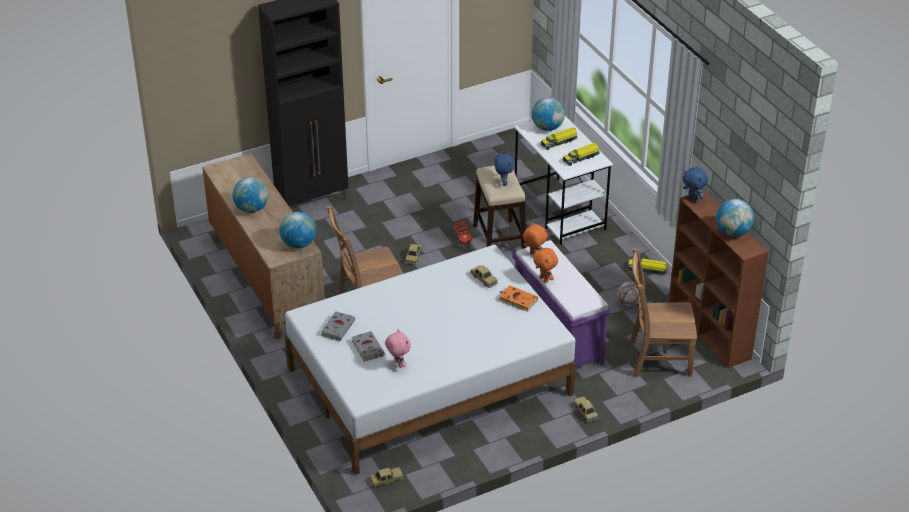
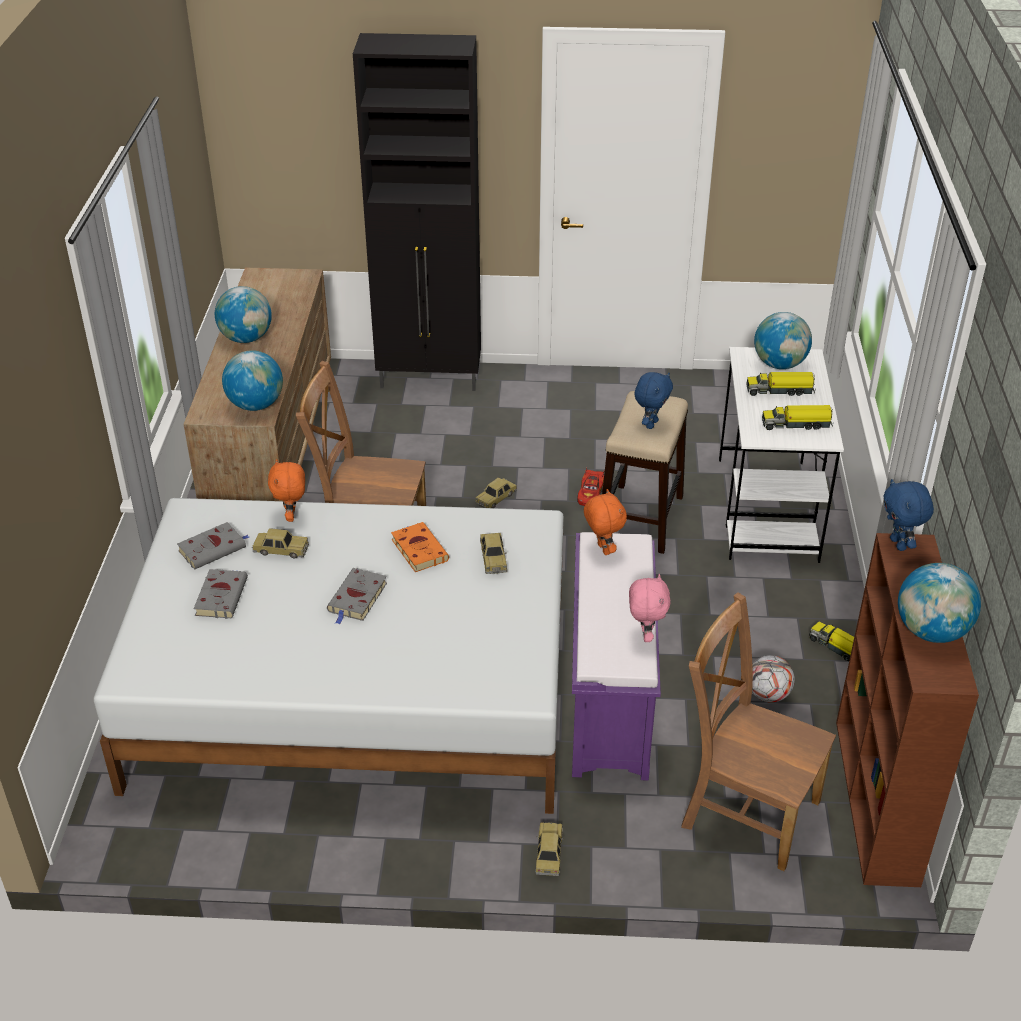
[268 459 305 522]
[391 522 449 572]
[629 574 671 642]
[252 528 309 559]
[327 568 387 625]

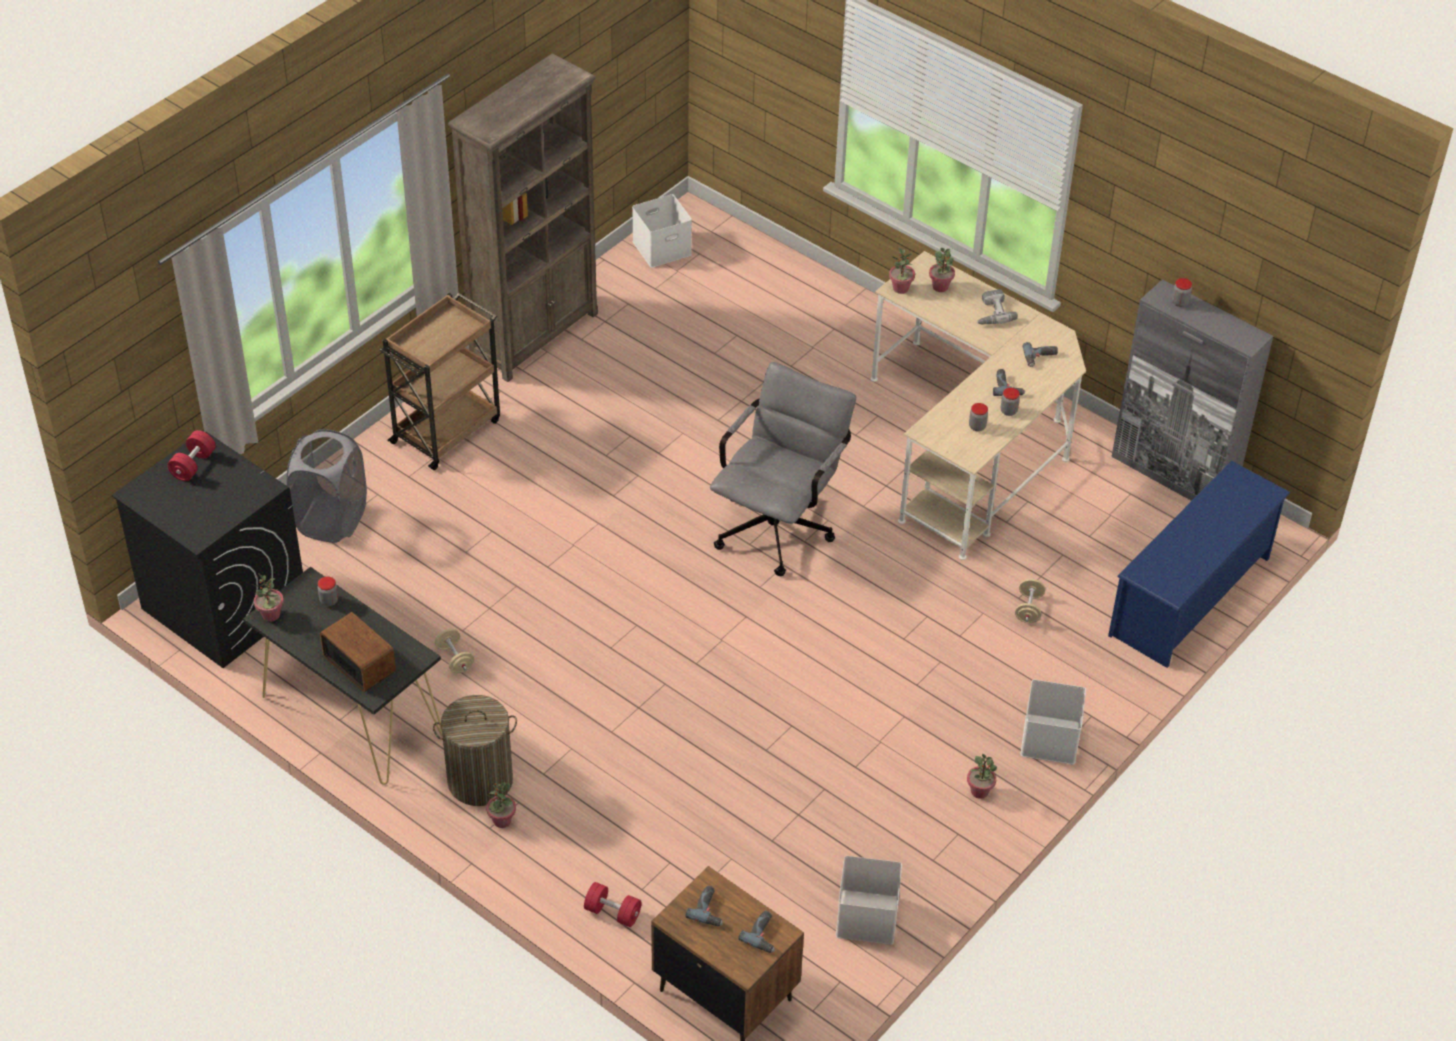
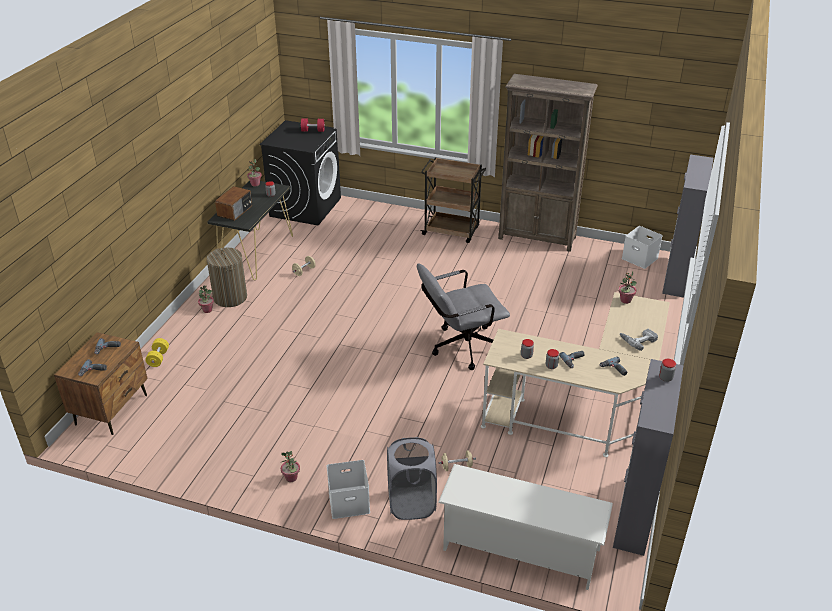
[929 248 955 292] (first image)
[417 263 510 370]
[387 437 437 520]
[438 464 613 590]
[836 856 902 945] (first image)
[145 338 169 367]
[662 154 713 298]

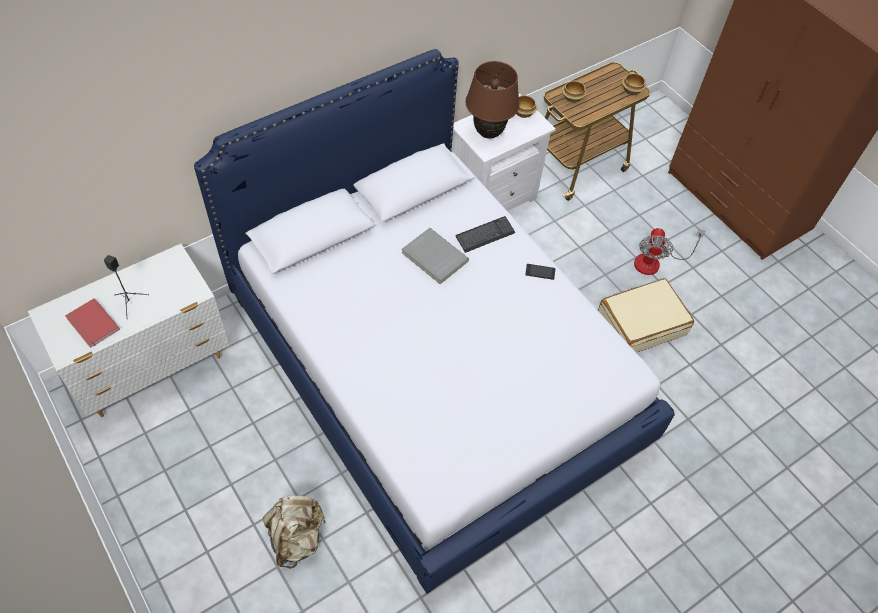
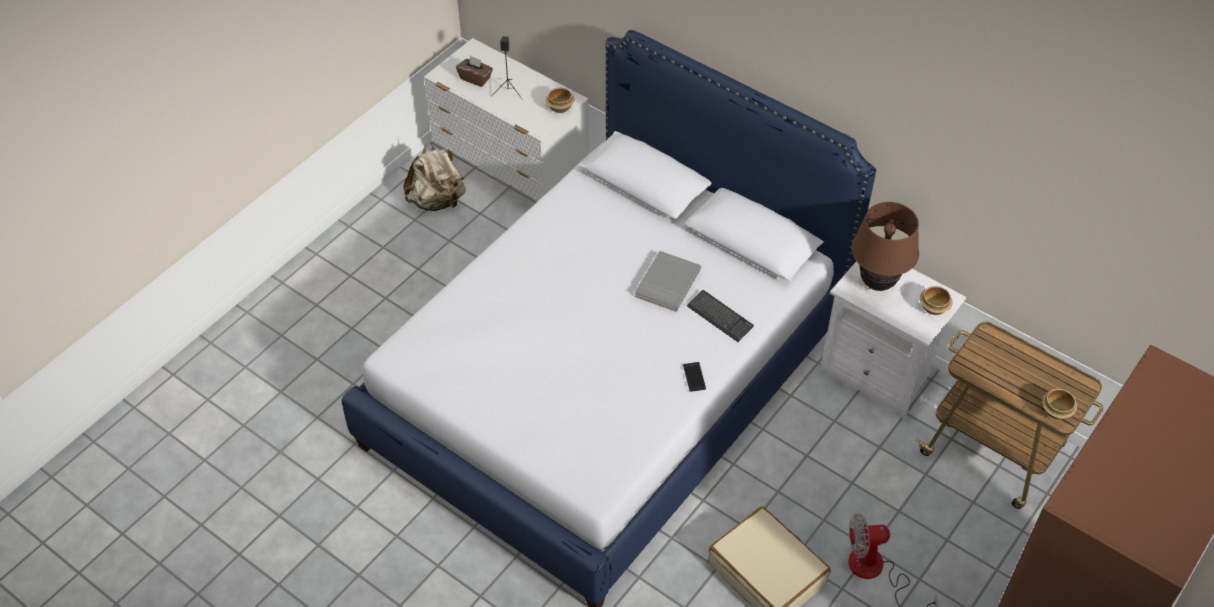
[546 87 575 113]
[456 56 493 87]
[403 142 466 211]

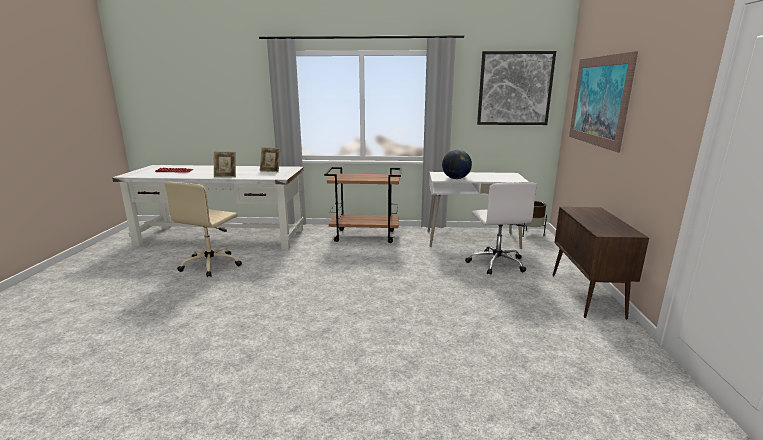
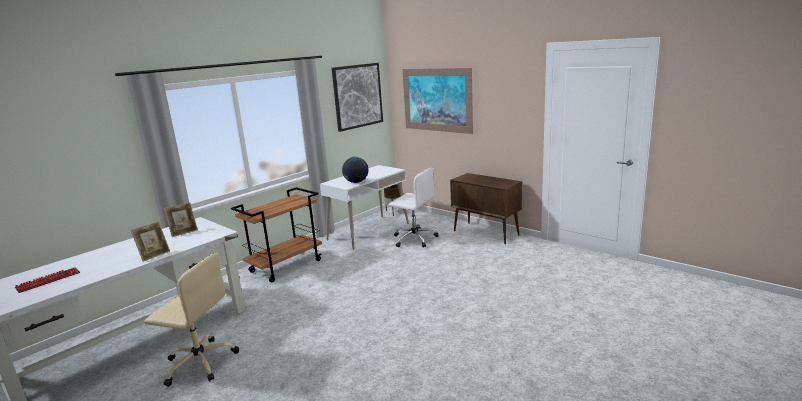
[144 253 239 387]

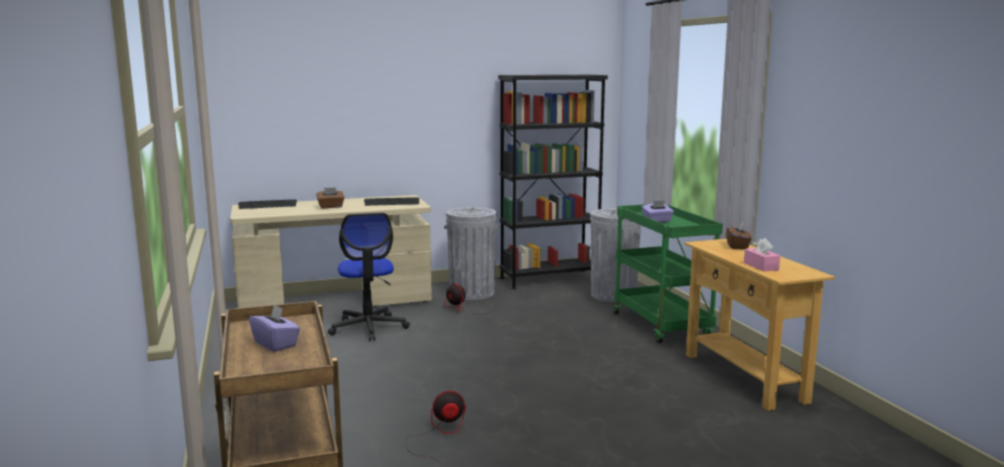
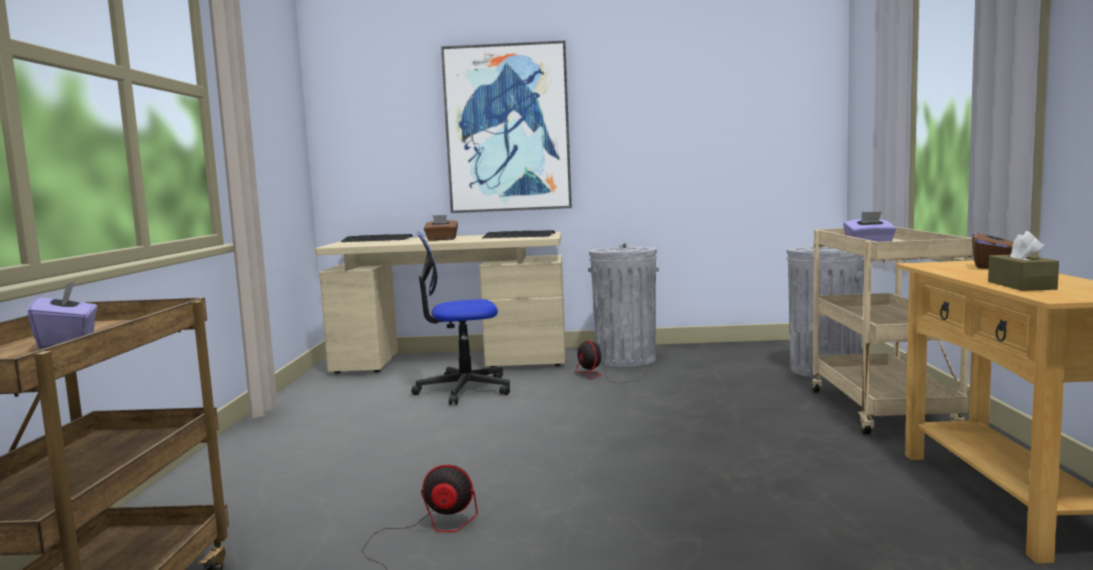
[498 75 608 289] (first image)
[812 227 973 435]
[411 231 510 405]
[988 231 1059 291]
[441 41 572 213]

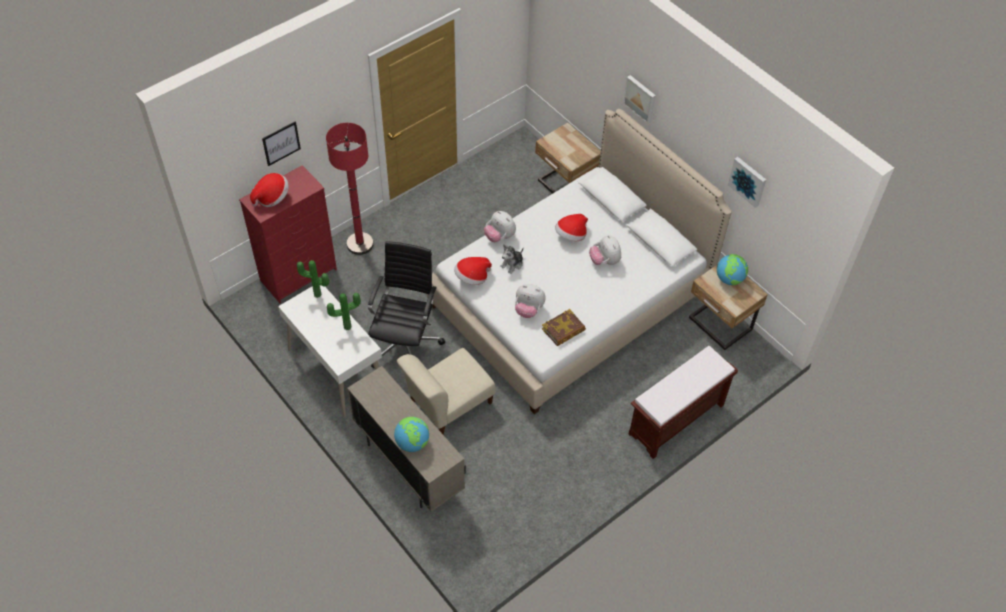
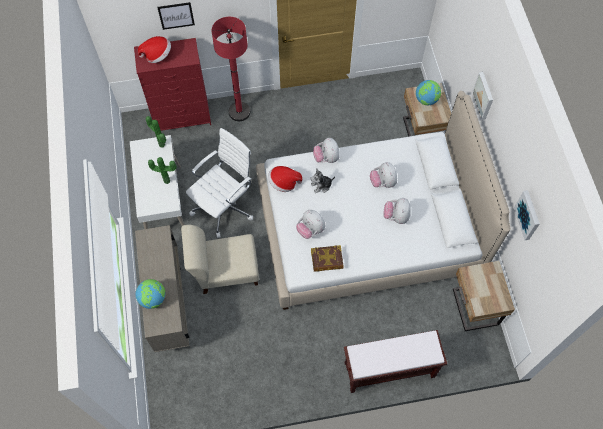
[370 162 397 188]
[186 128 253 238]
[416 80 441 105]

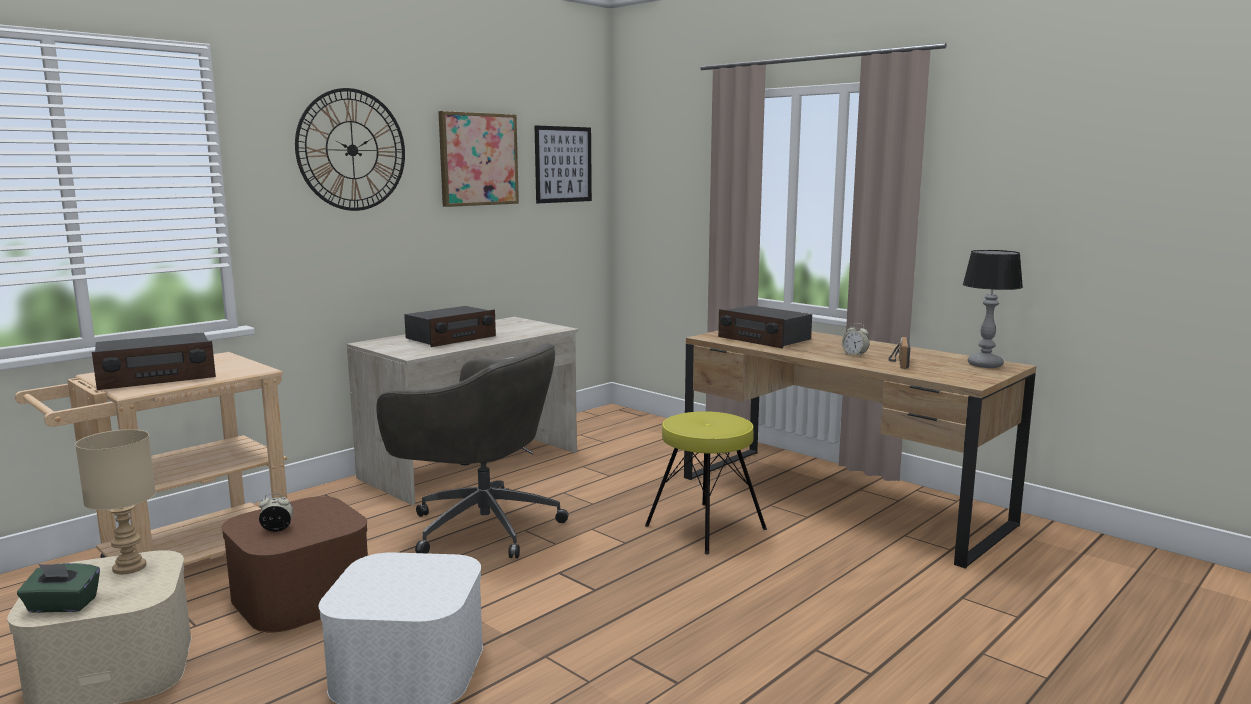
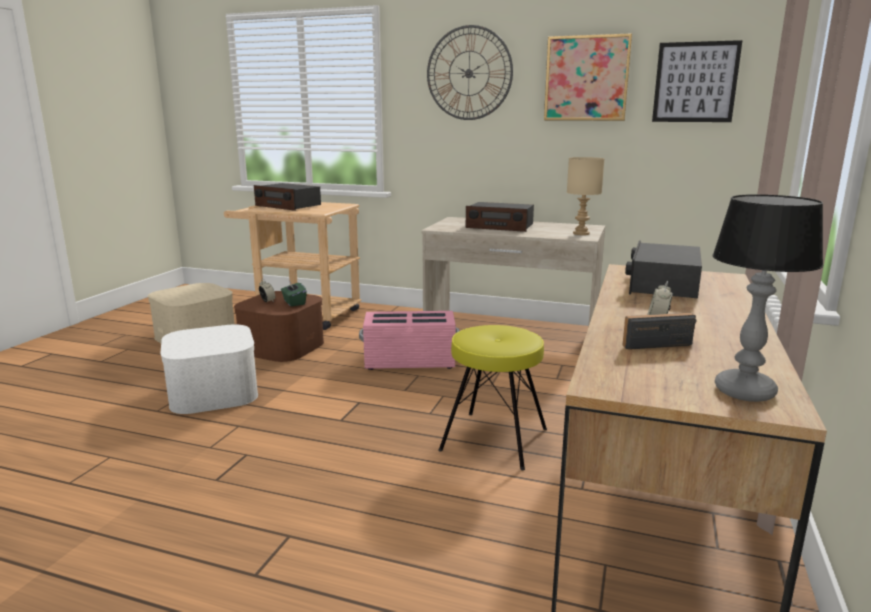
[359 311 460 370]
[567 157 604 235]
[281 280 307 306]

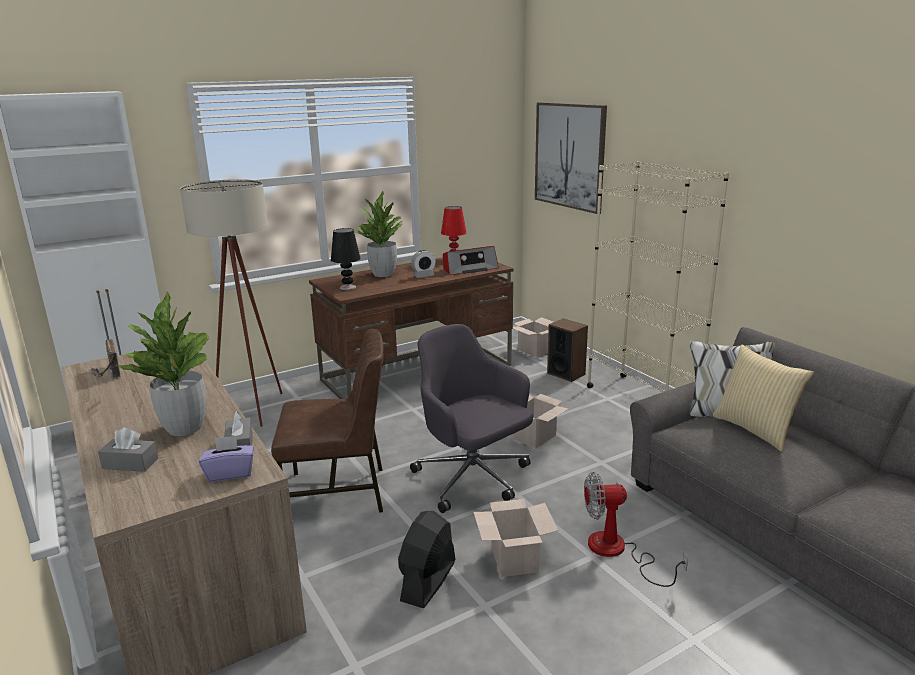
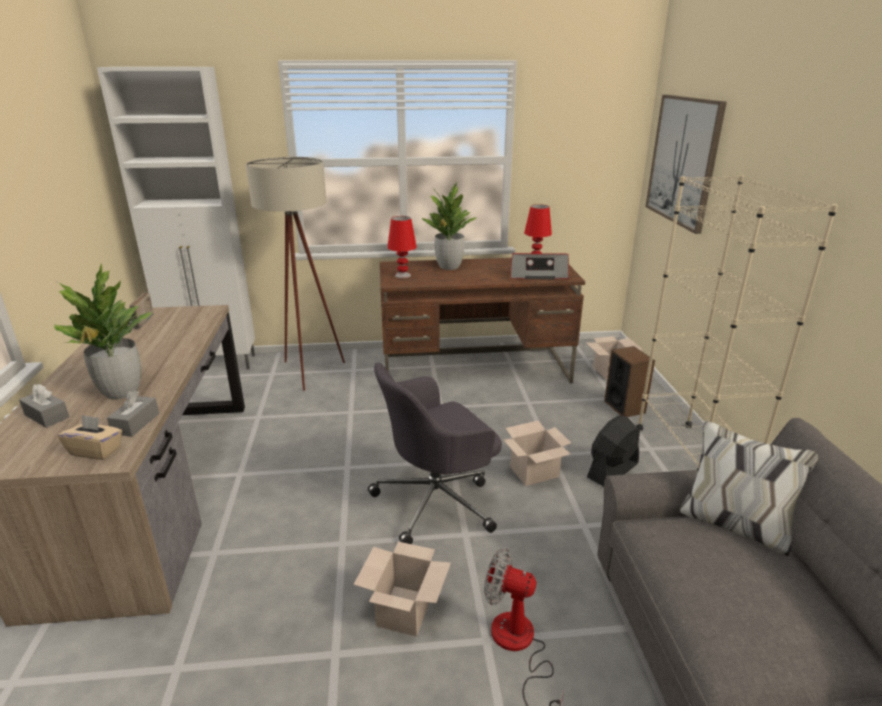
[387 216 417 278]
[411 250 436 278] (first image)
[368 363 502 544]
[271 328 383 513] (first image)
[713 345 814 452] (first image)
[58 415 122 460]
[587 416 640 487]

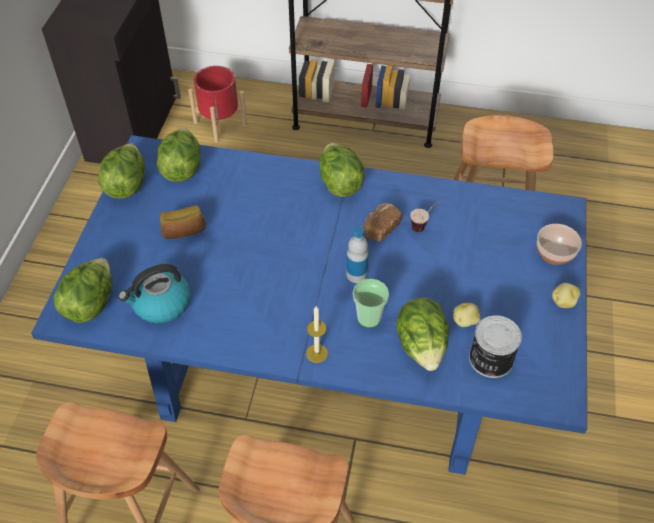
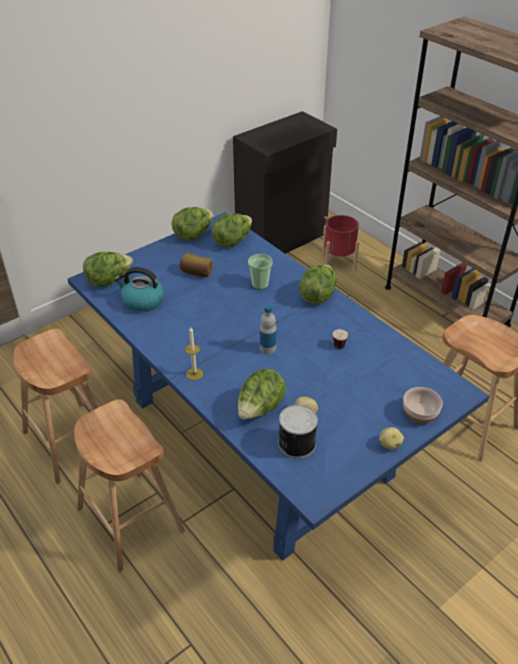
[363 203 402 242] (first image)
[248 254 273 290]

